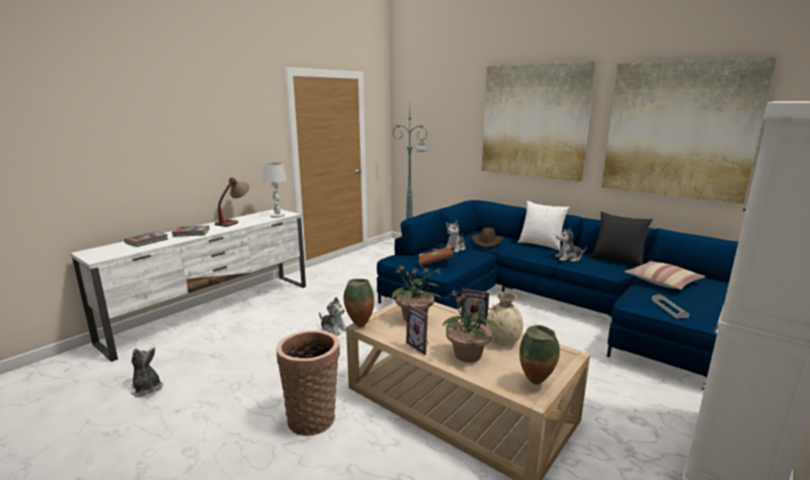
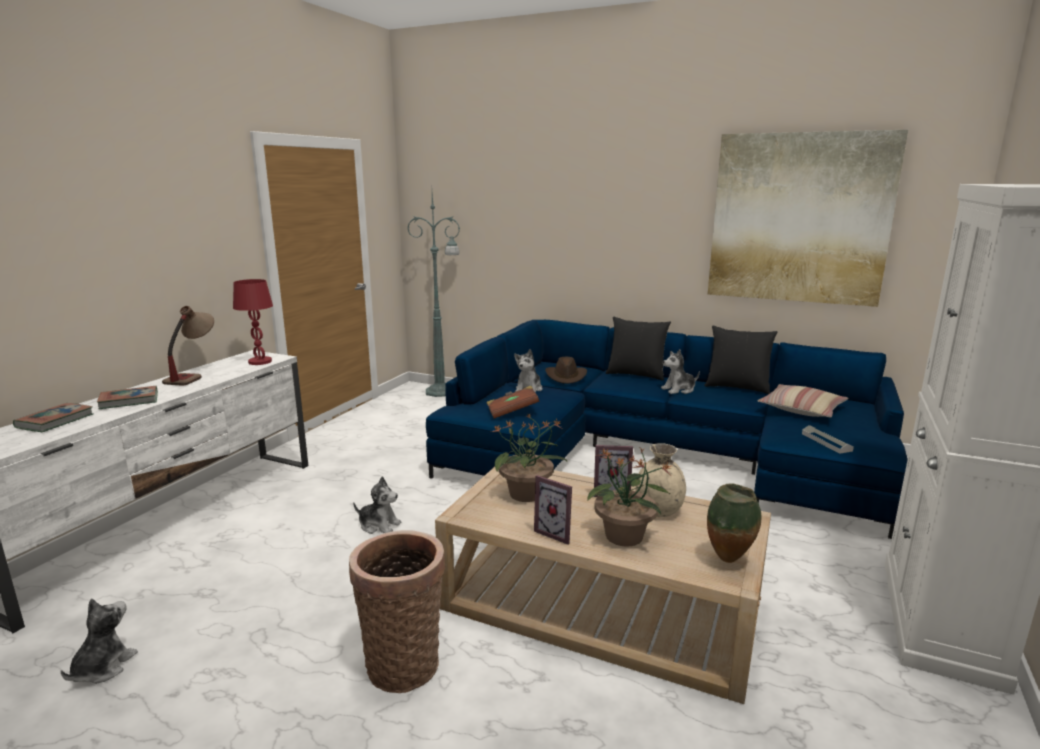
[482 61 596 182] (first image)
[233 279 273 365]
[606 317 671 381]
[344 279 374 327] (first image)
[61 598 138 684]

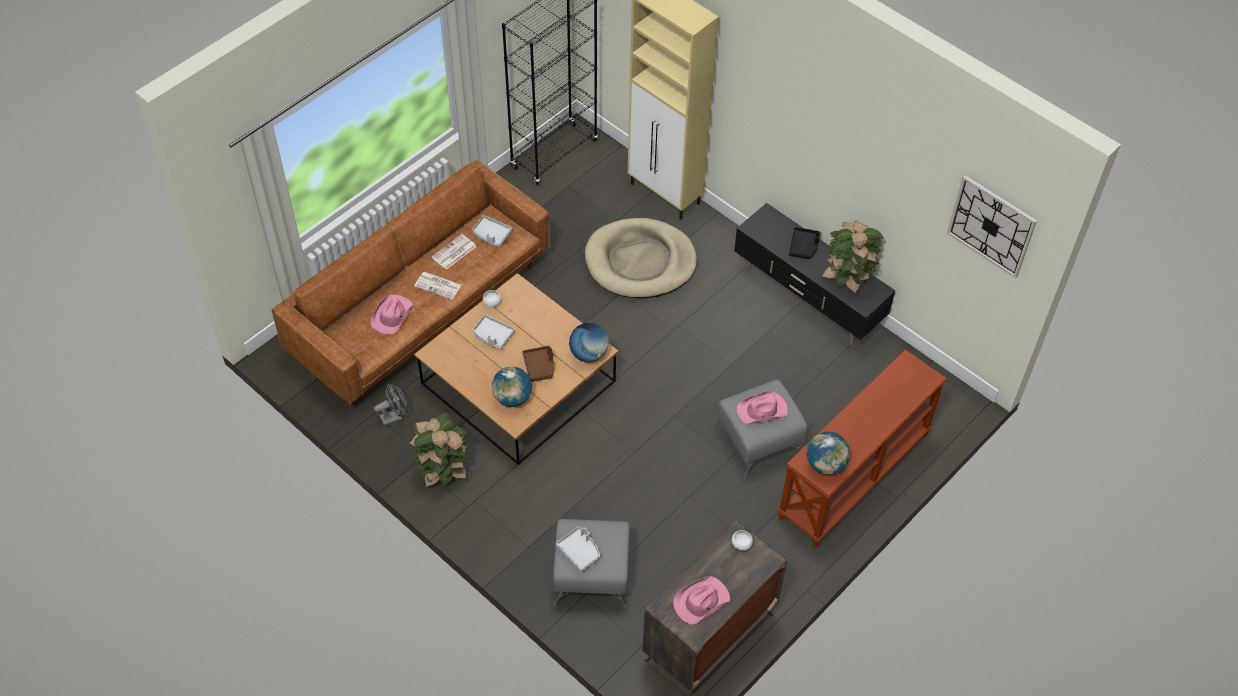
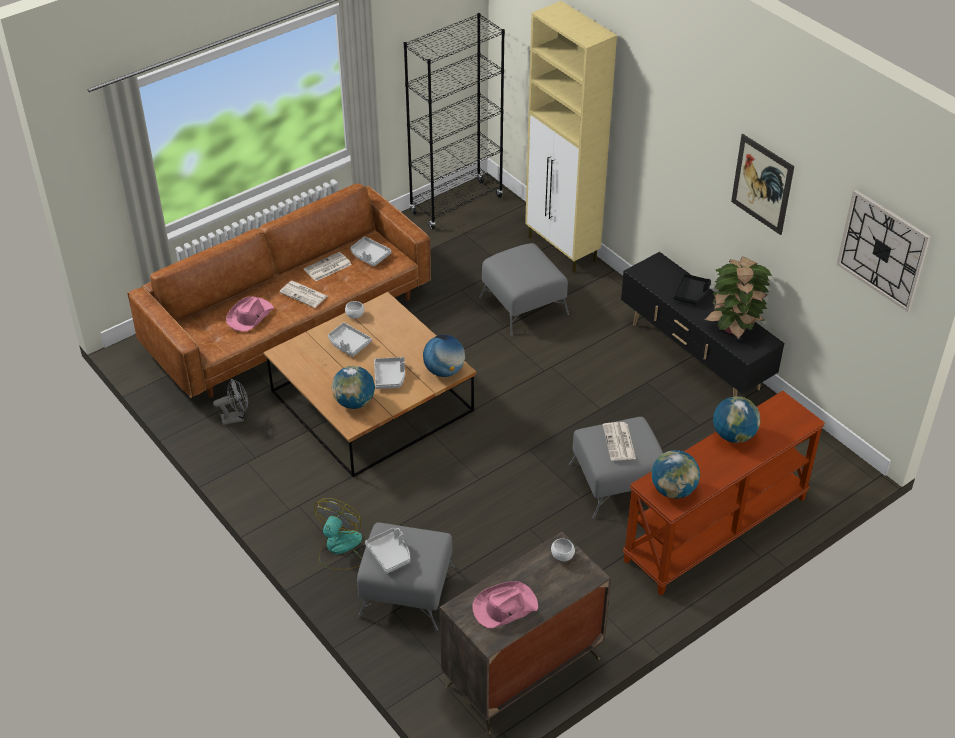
[479 243 569 336]
[374 357 405 389]
[603 422 636 461]
[408 412 468 488] (first image)
[731 134 794 235]
[713 396 760 443]
[314 498 362 570]

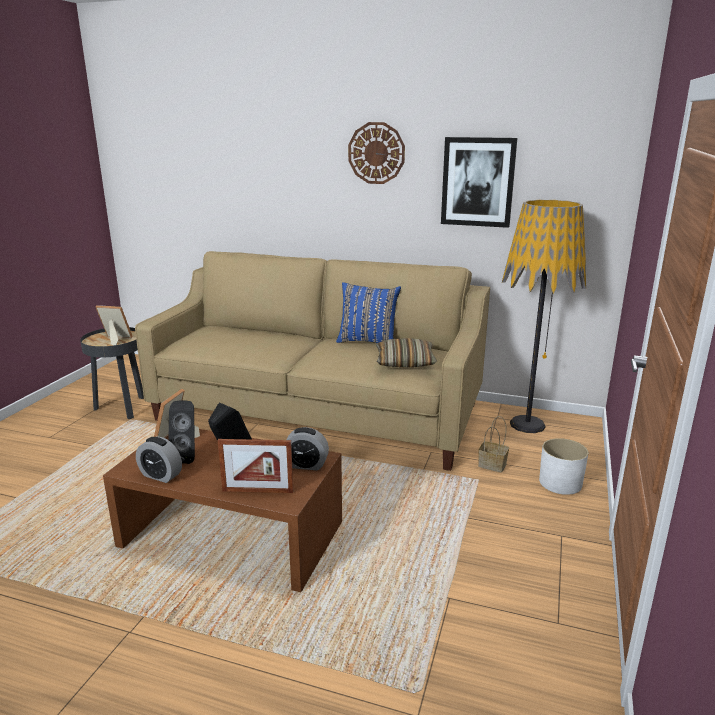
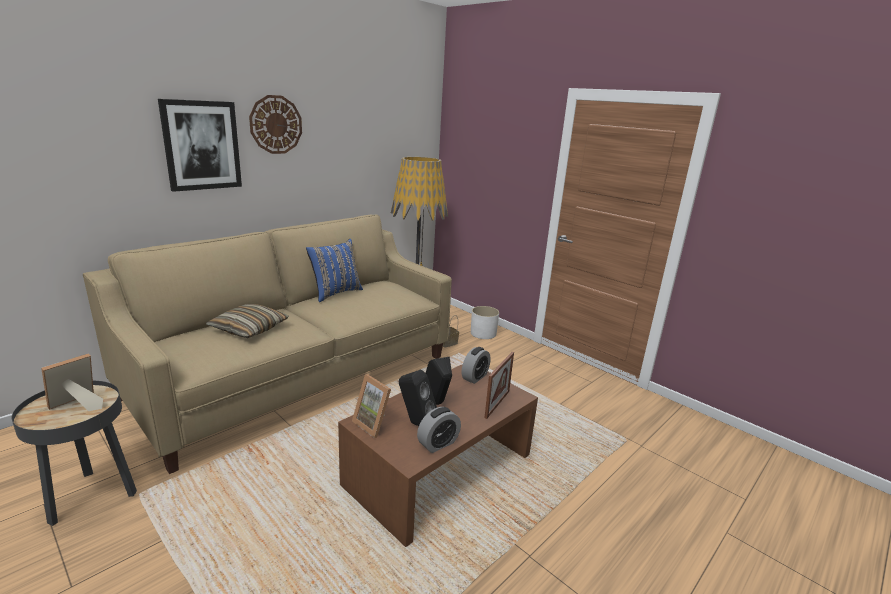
[158 99 242 192]
[206 304 289 338]

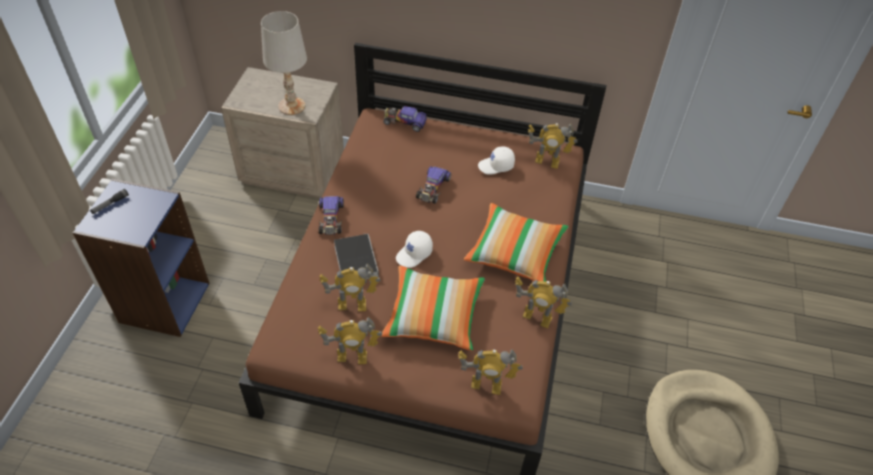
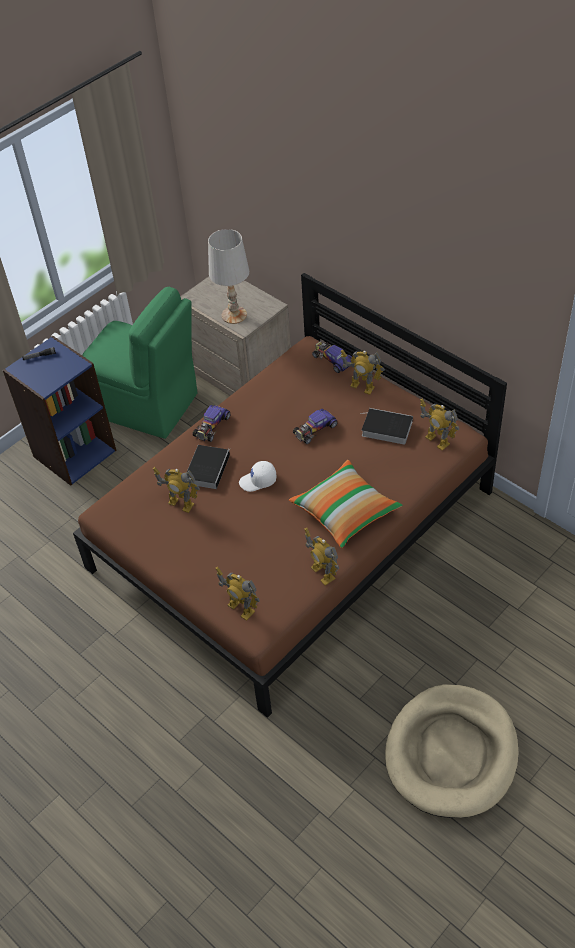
[362 408 413 445]
[381 266 485 351] (first image)
[341 349 385 395]
[82 287 198 439]

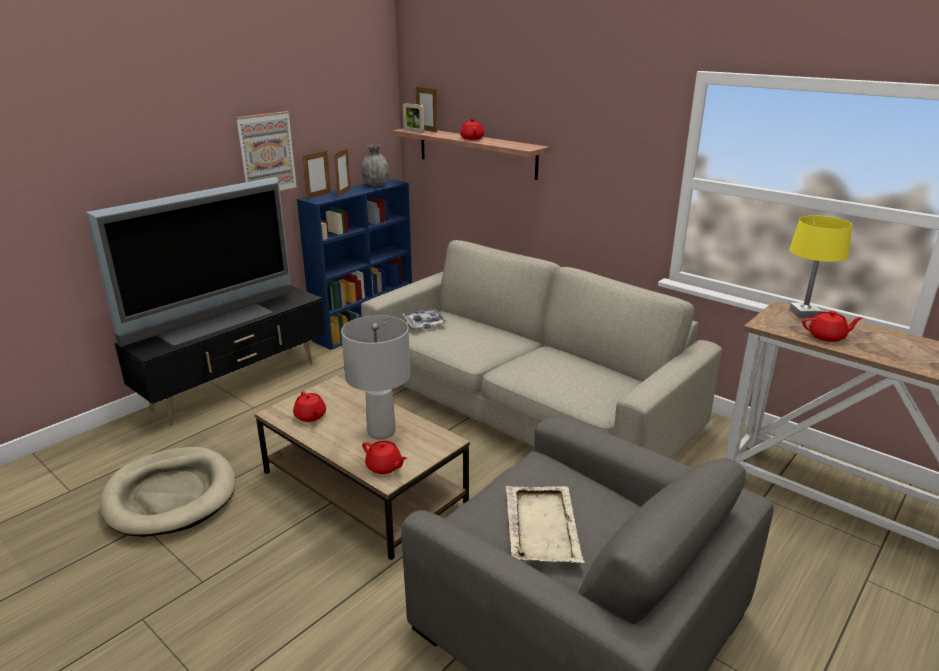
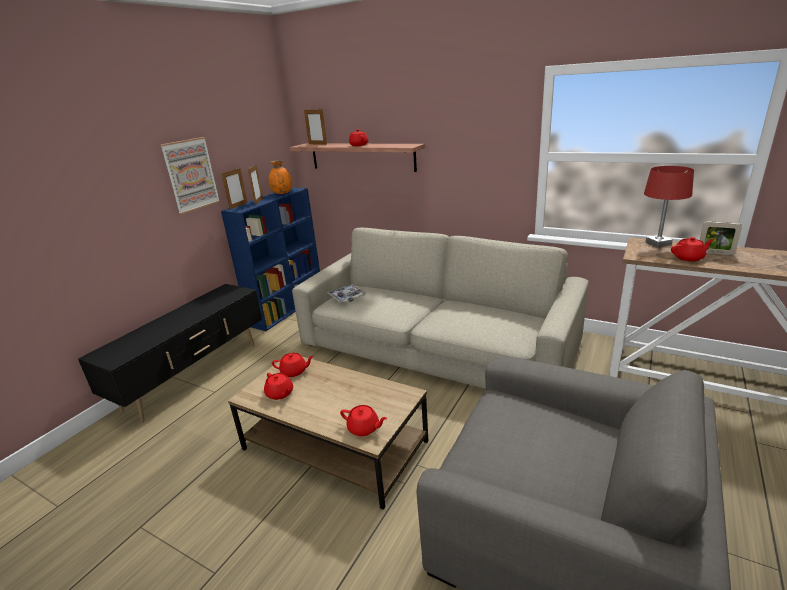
[700 221 742 255]
[268 160 292 194]
[85 177 292 347] (first image)
[644 166 694 248]
[341 315 410 439] (first image)
[100 447 236 537] (first image)
[506 486 585 563] (first image)
[272 353 314 377]

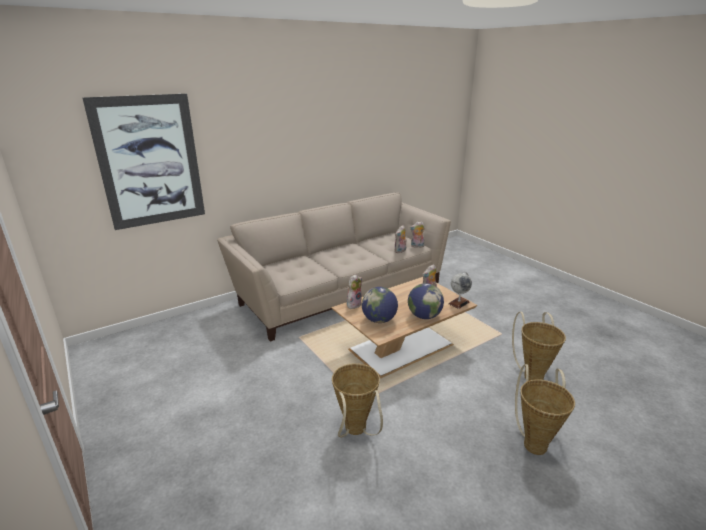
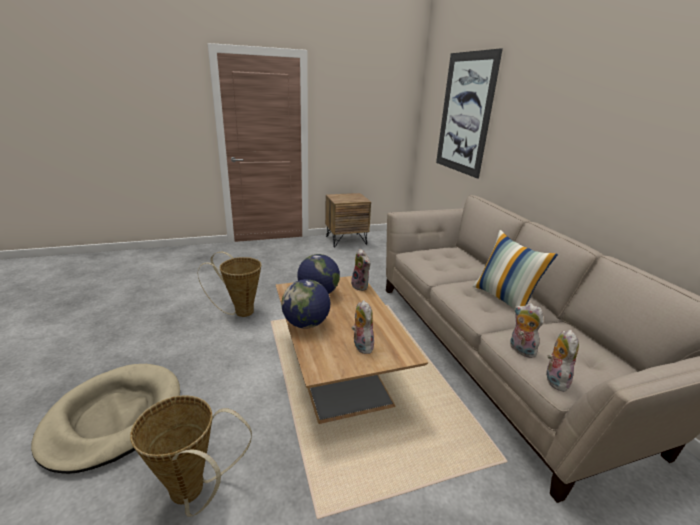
[449 272 472 309] (first image)
[31 364 180 474]
[325 193 371 247]
[473 230 558 311]

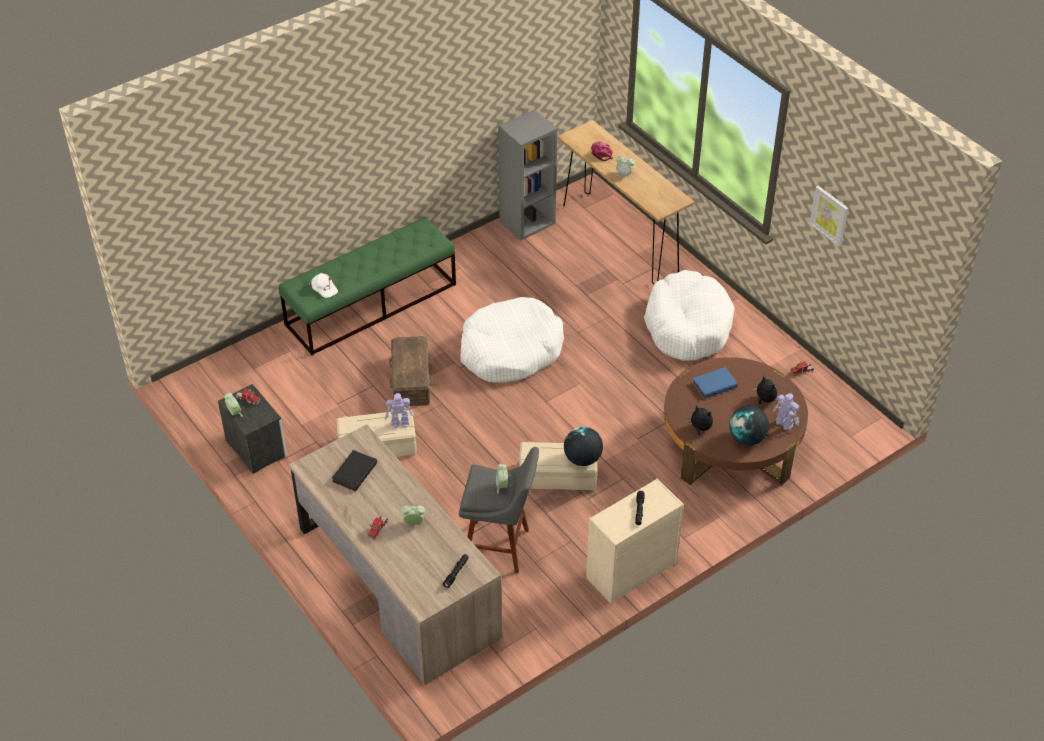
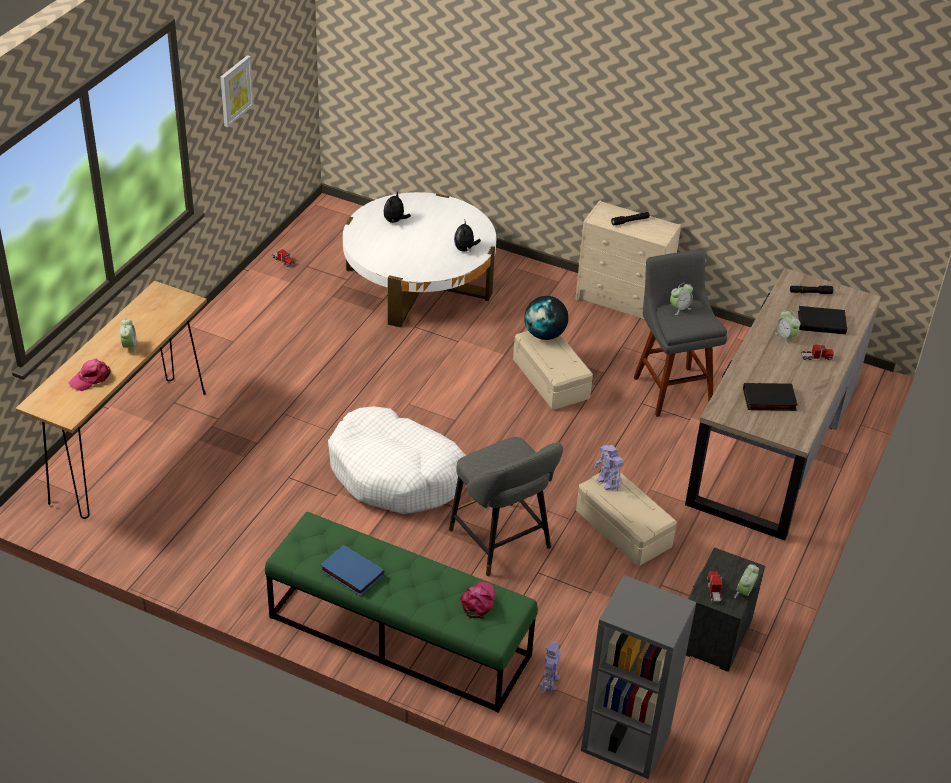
[581 575 696 779]
[644 270 735 361] (first image)
[460 582 496 618]
[449 437 563 576]
[343 192 496 327]
[320 545 384 596]
[539 642 561 693]
[729 406 769 445] (first image)
[798 306 847 334]

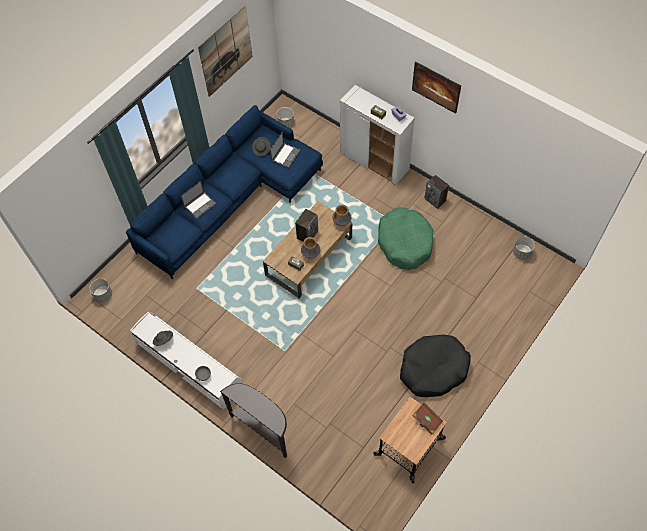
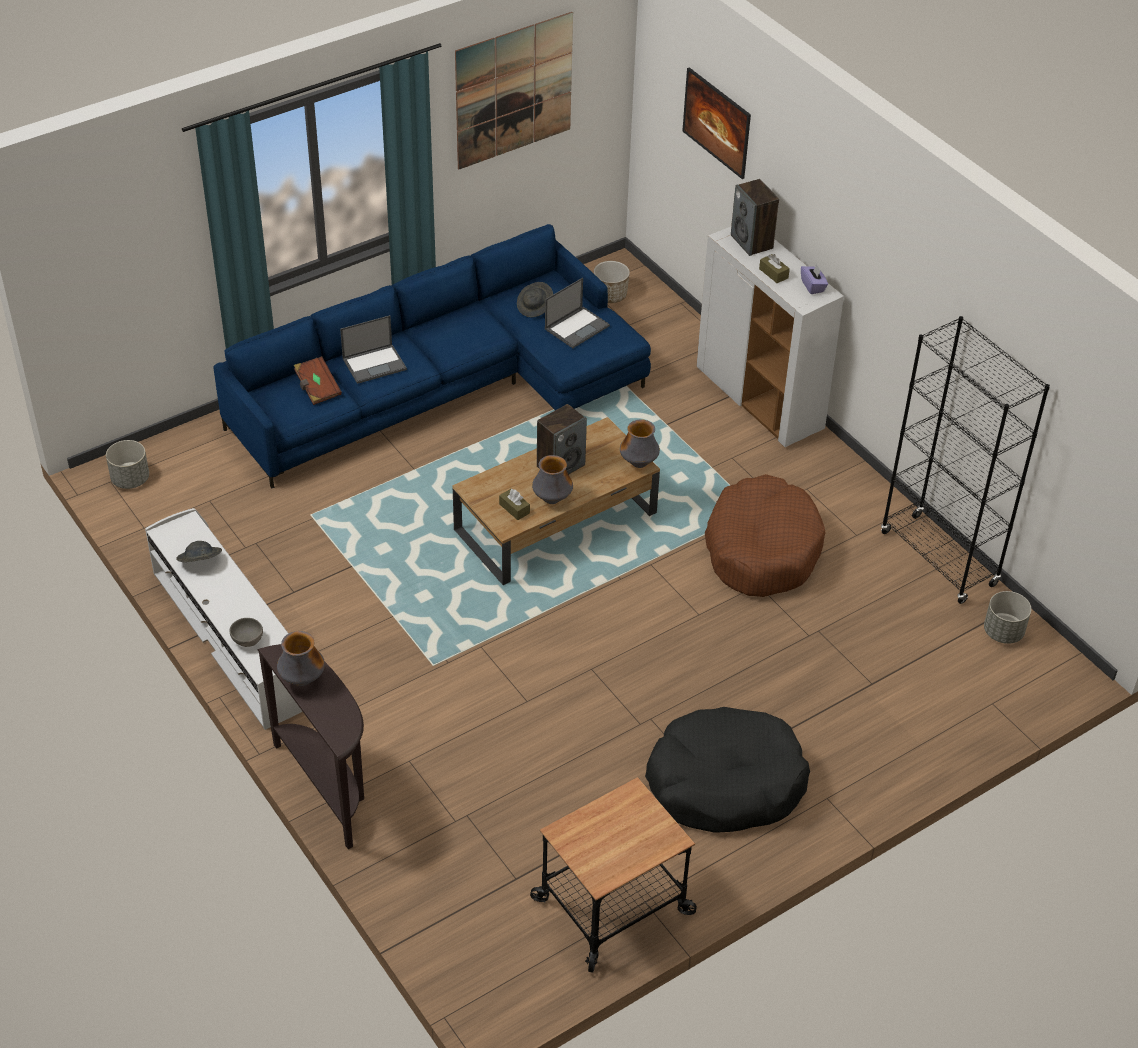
[683 67 751 179]
[731 179 779 256]
[705 474 826 597]
[294 356 342 405]
[881 316 1050 604]
[277 631 325 686]

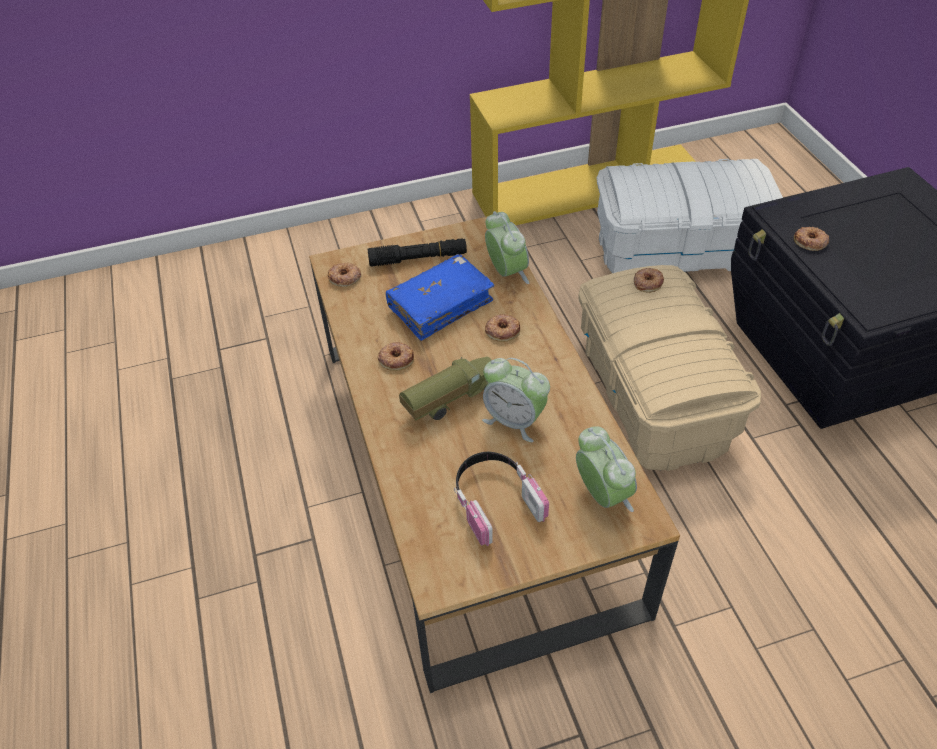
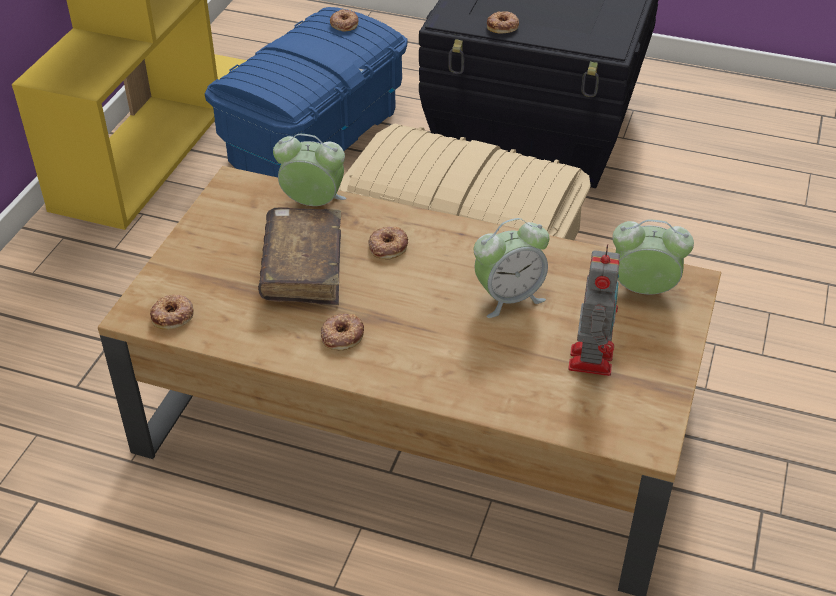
[205 7 408 177]
[367 239 467 267] (first image)
[258 208 341 305]
[330 9 358 32]
[399 356 491 420] (first image)
[568 244 620 376]

